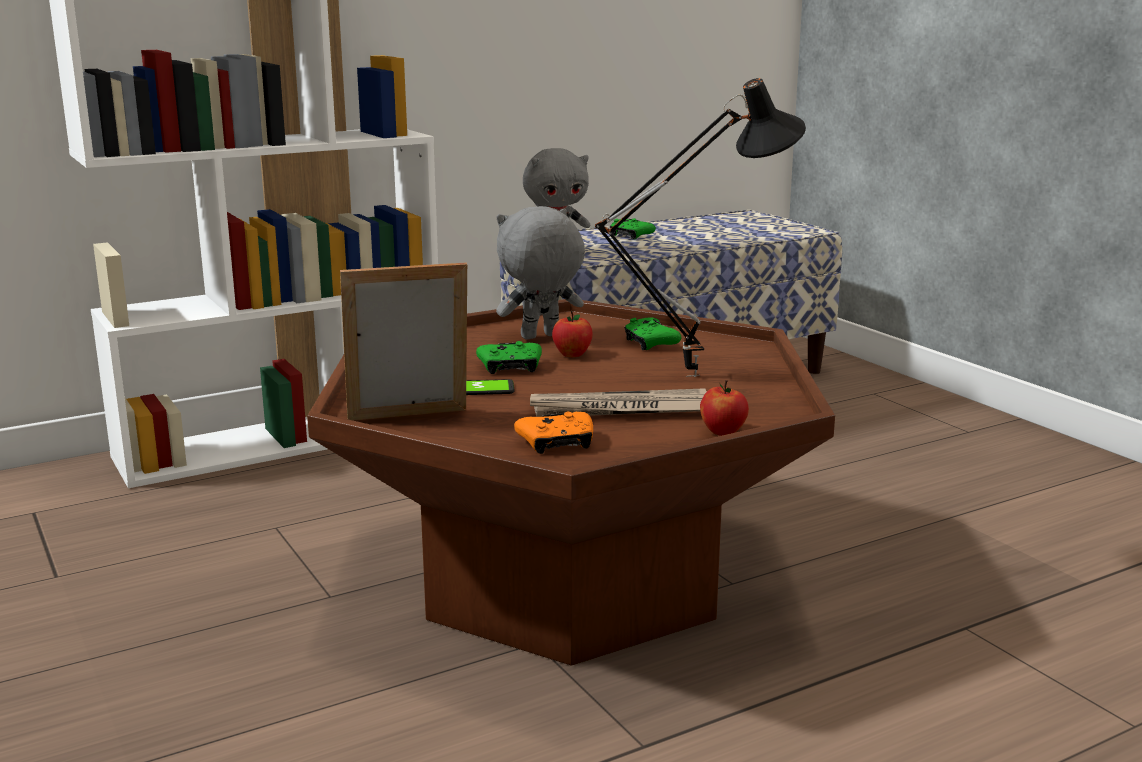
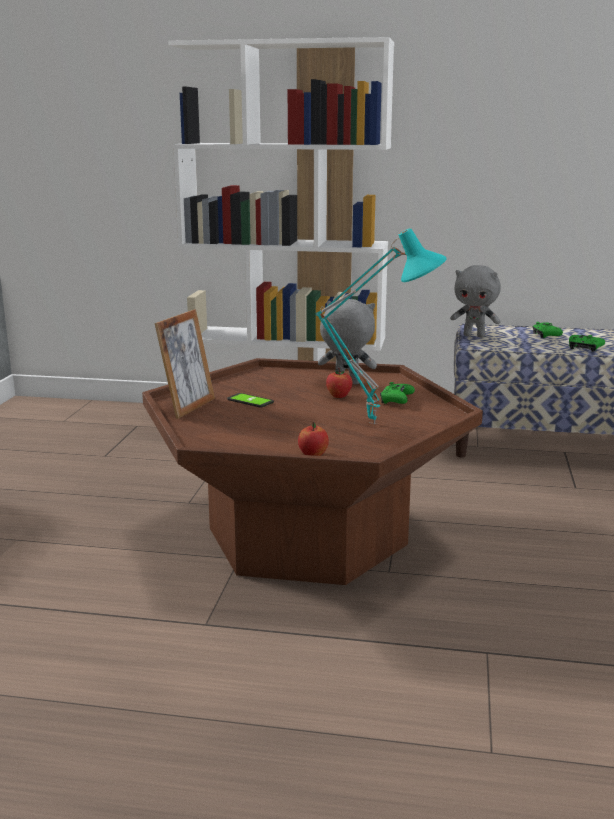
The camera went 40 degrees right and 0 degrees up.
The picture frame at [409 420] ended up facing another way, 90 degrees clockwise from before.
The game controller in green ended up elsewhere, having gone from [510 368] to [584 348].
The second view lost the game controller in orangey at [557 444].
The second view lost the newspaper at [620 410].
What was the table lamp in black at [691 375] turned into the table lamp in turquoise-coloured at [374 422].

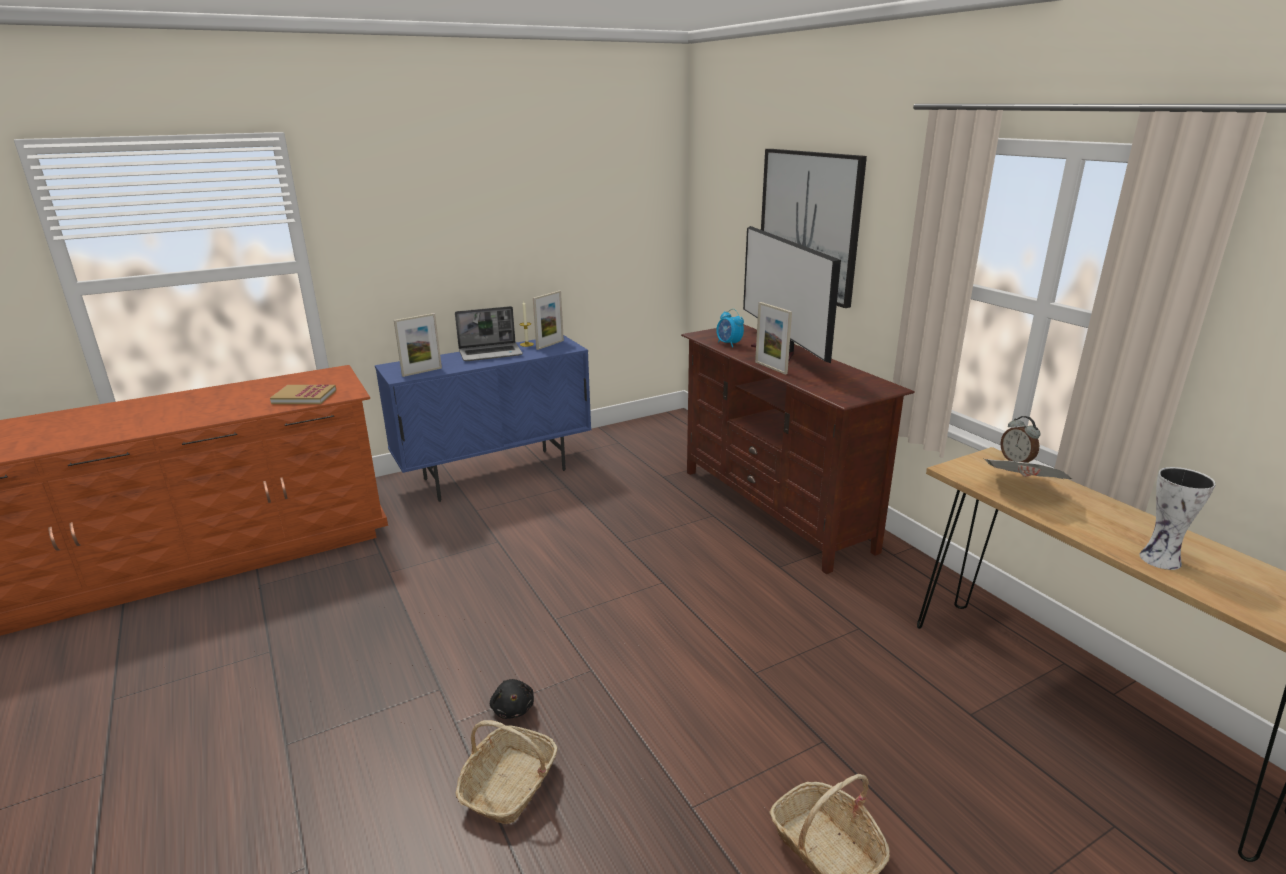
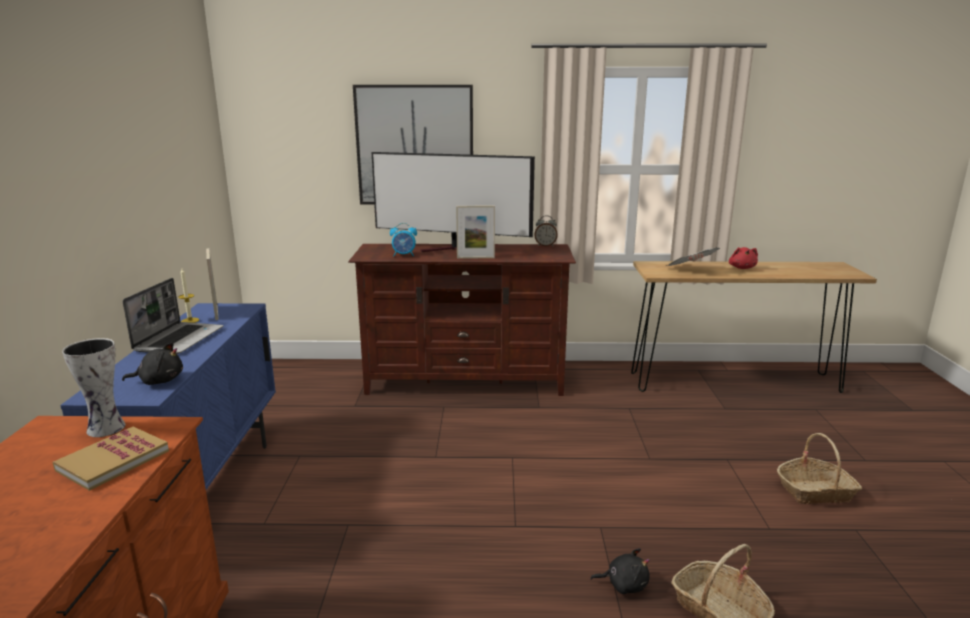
The camera went 60 degrees left and 5 degrees down.
Where the picture frame stood at [422 372], the plush toy in black came to stand at [159 381].
The table clock ended up elsewhere, having gone from [1016 461] to [545 245].
The flower vase ended up elsewhere, having gone from [1161 560] to [107 428].
The second view gained the plush toy in red-coloured at [742 268].

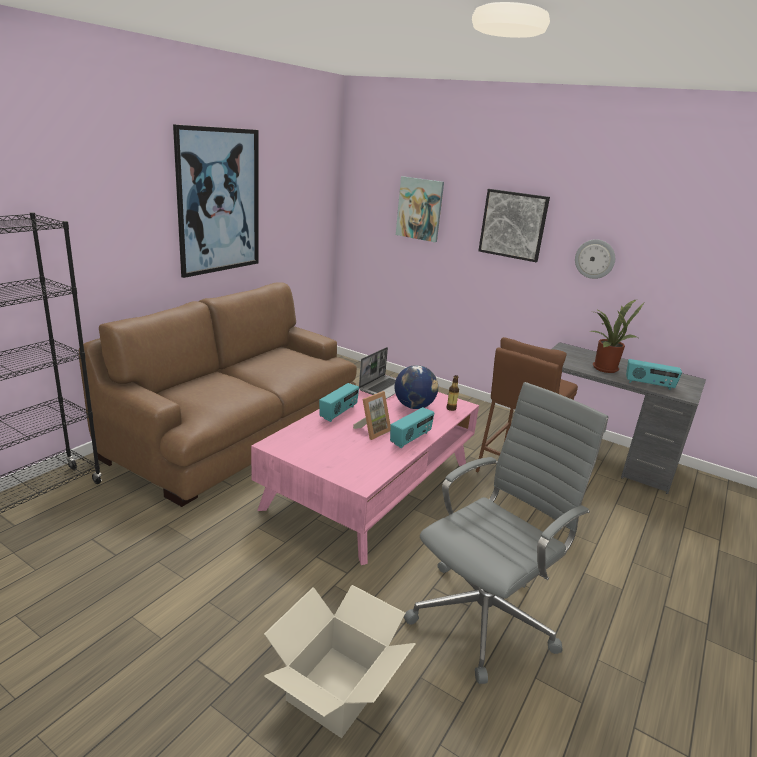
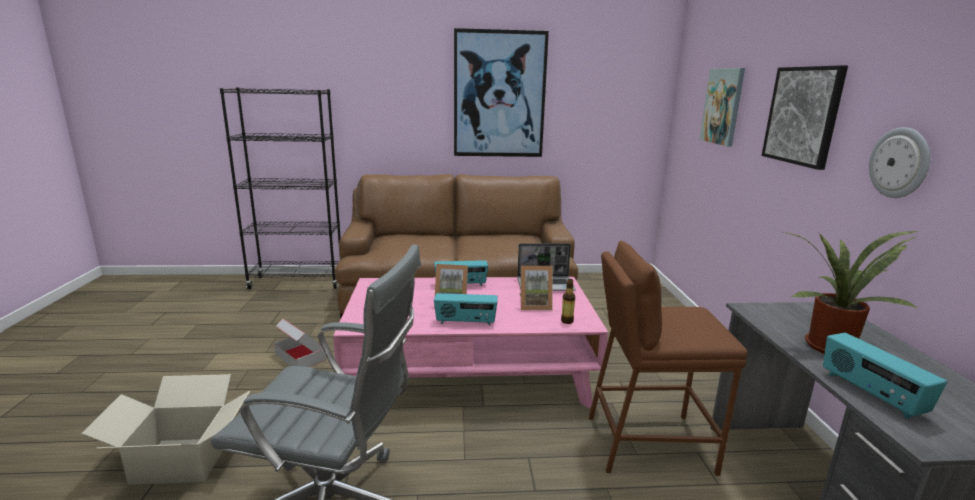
The camera went 55 degrees right and 5 degrees down.
Where the desk globe stood at [414 406], the picture frame came to stand at [534 305].
The second view gained the carton at [301 357].

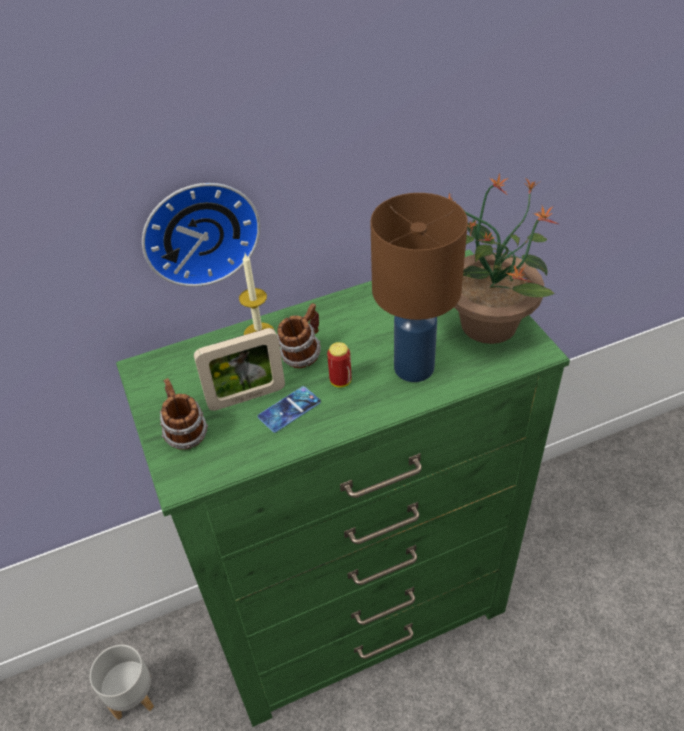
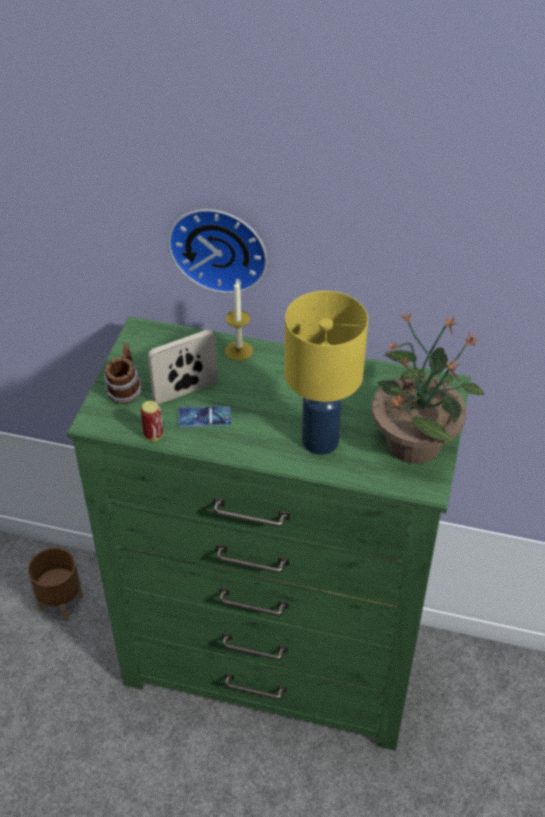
The camera went 35 degrees right and 0 degrees up.
What was the planter in grey at [132 696] turned into the planter in brownish at [60 602].
The picture frame at [246 397] ended up facing another way, 135 degrees clockwise from before.
The second view lost the coffee mug at [302 354].
The metal can ended up elsewhere, having gone from [340 381] to [153 435].
What was the table lamp in brownish at [412 367] turned into the table lamp in yellow-coloured at [319 440].

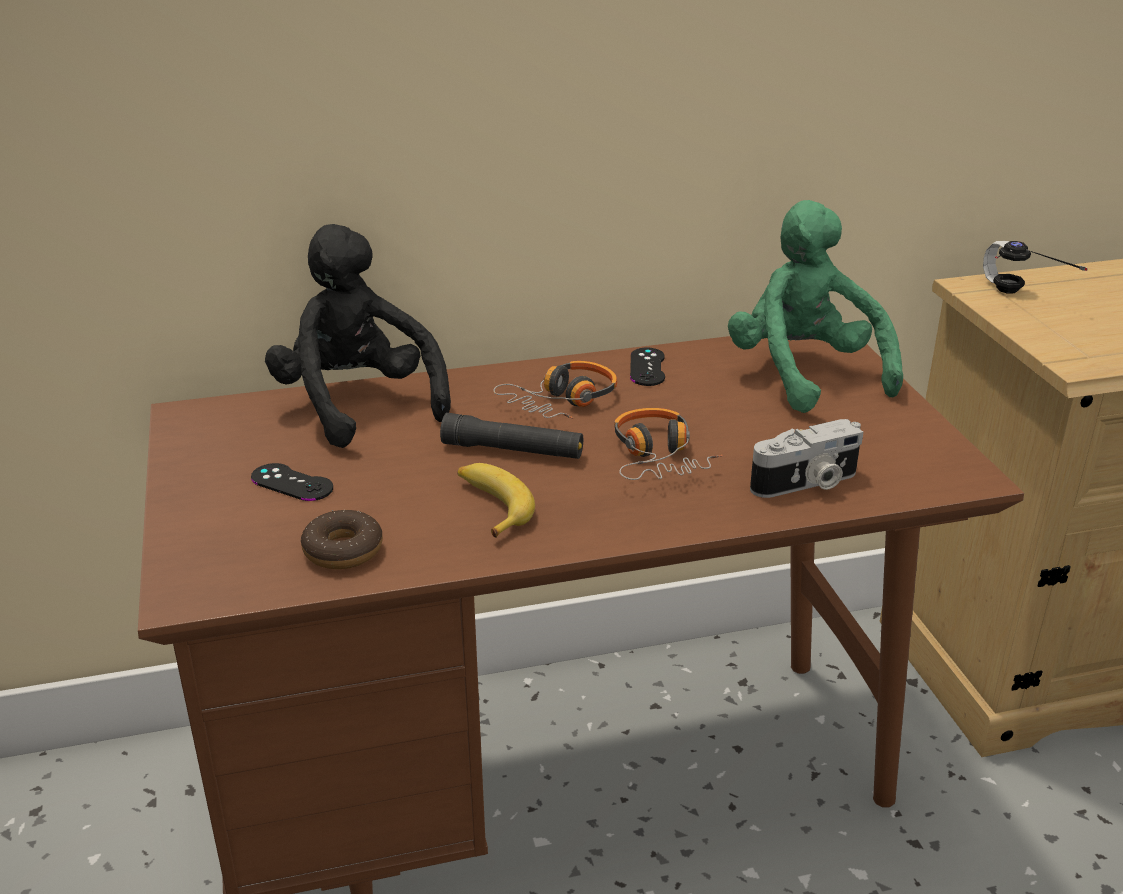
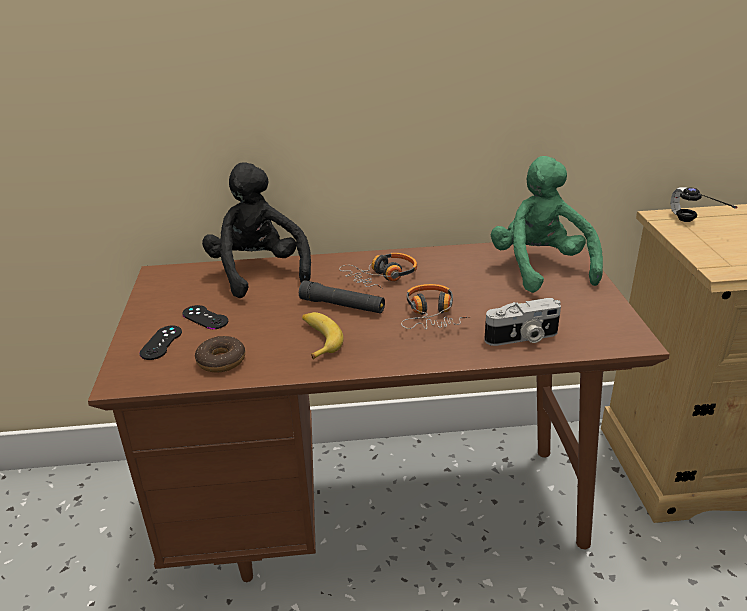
The camera went 10 degrees right and 0 degrees up.
The game controller in black ended up elsewhere, having gone from [647 367] to [161 343].

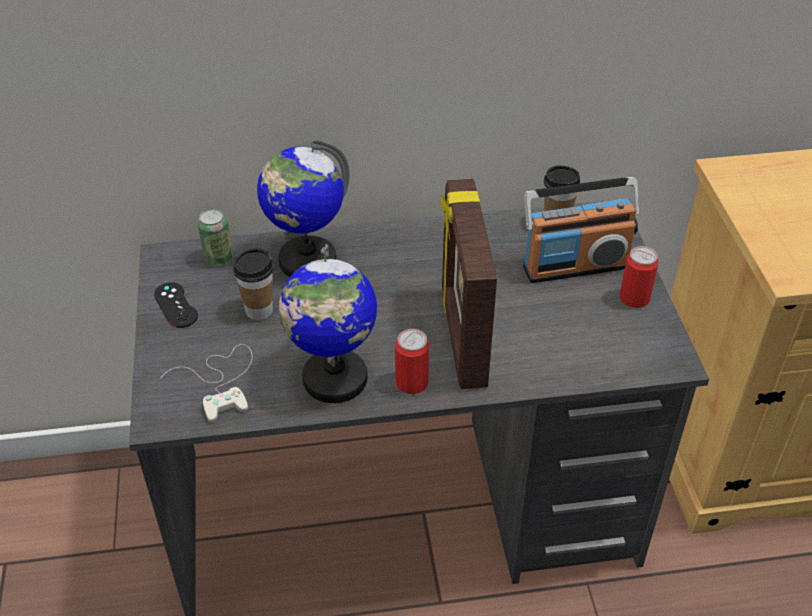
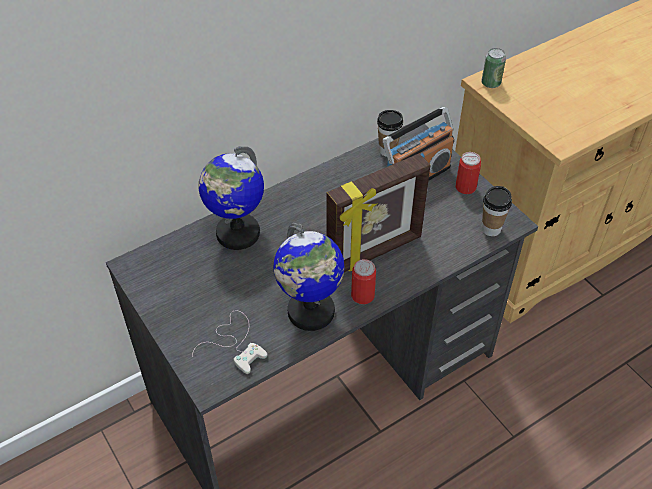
The camera went 25 degrees left and 5 degrees up.
The second view lost the game controller in black at [176 305].
The metal can ended up elsewhere, having gone from [218 258] to [490 83].
The small cup ended up elsewhere, having gone from [259 310] to [491 229].
The picture frame at [461 337] ended up facing another way, 90 degrees counterclockwise from before.

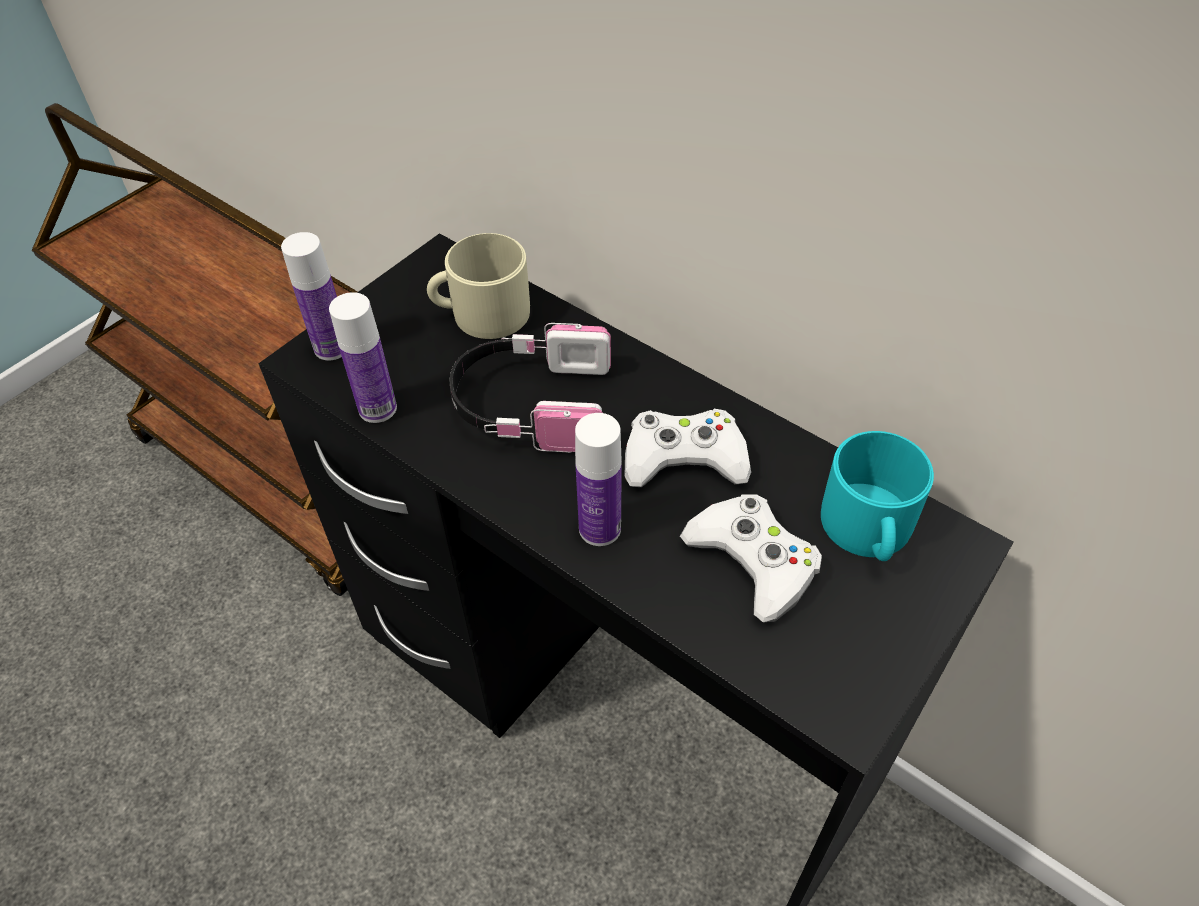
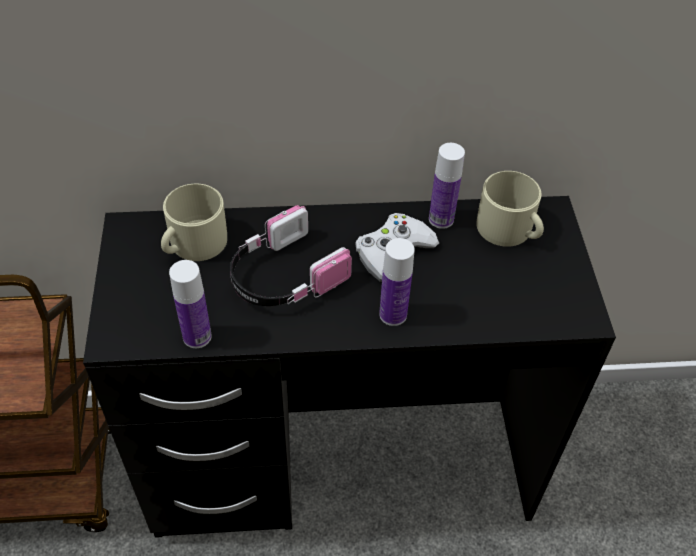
The camera went 45 degrees left and 0 degrees up.
The drink bottle ended up elsewhere, having gone from [332 347] to [441 219].
The second view lost the game controller in white at [753 561].
What was the coffee mug in turquoise-coloured at [868 530] turned into the coffee mug in sand-coloured at [509 230].

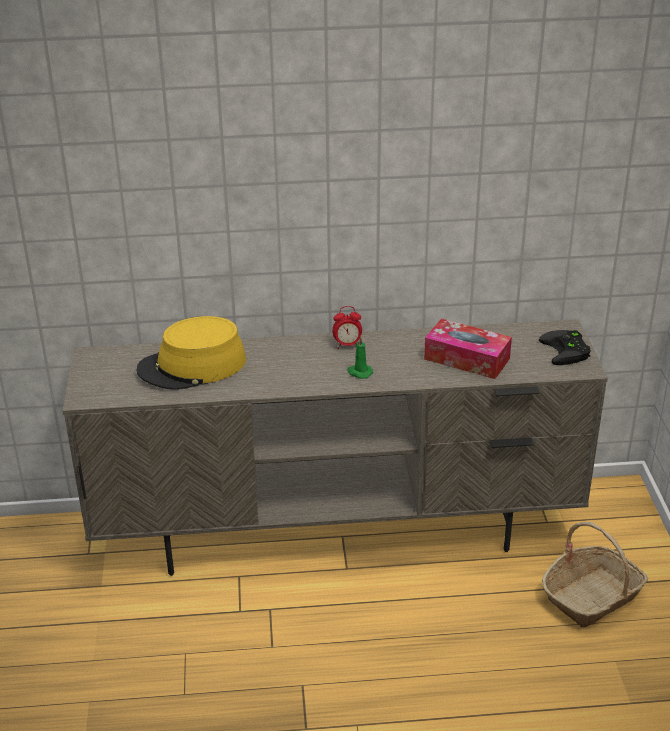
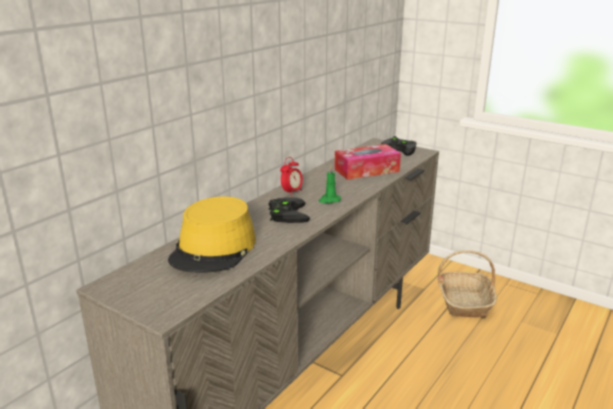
The camera went 50 degrees left and 10 degrees down.
The second view gained the game controller in black at [286 213].

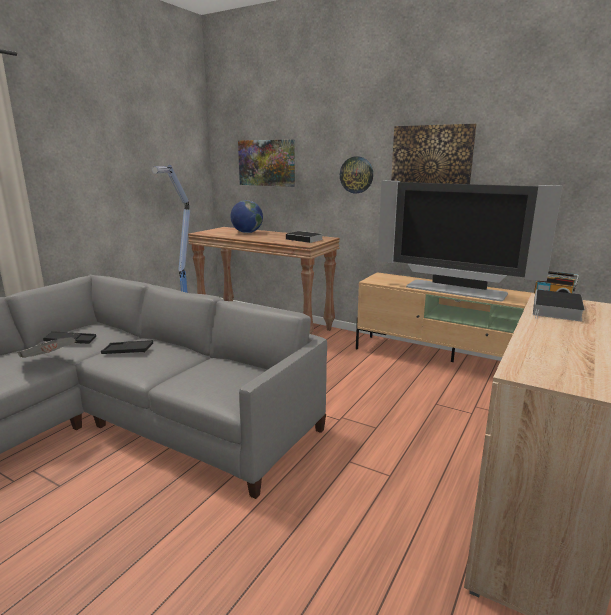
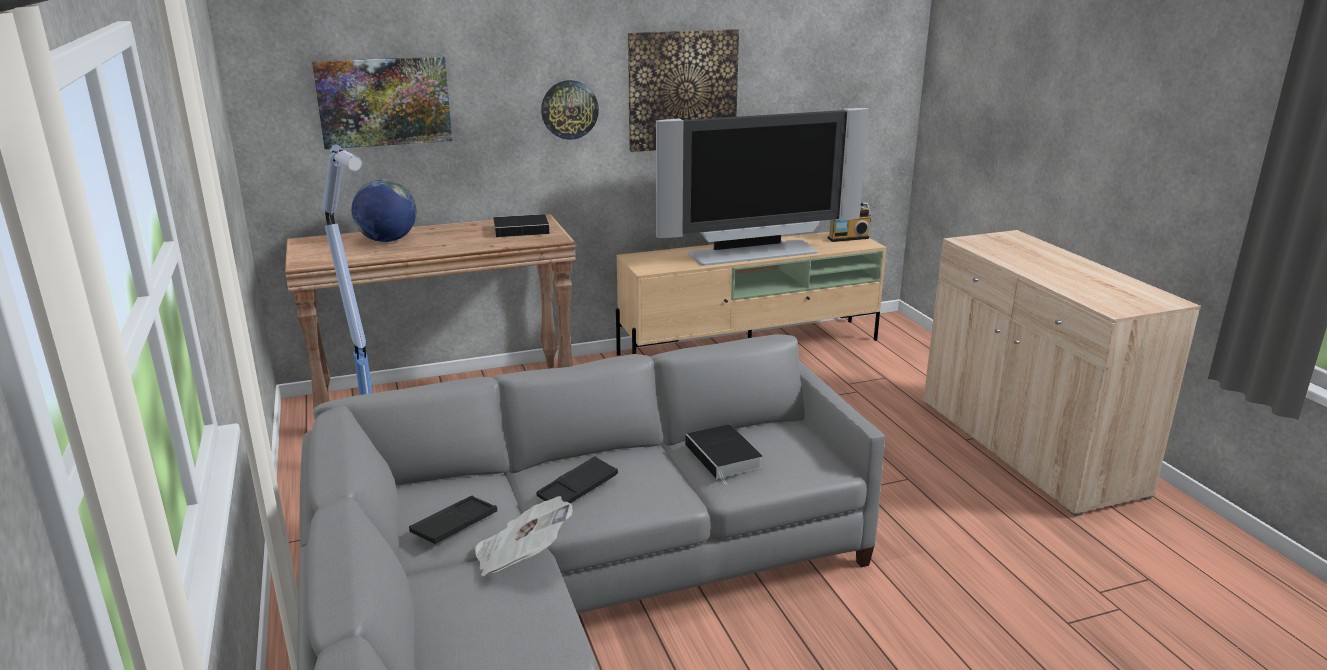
The camera went 50 degrees left and 5 degrees up.
The bound book ended up elsewhere, having gone from [557 310] to [724 457].

